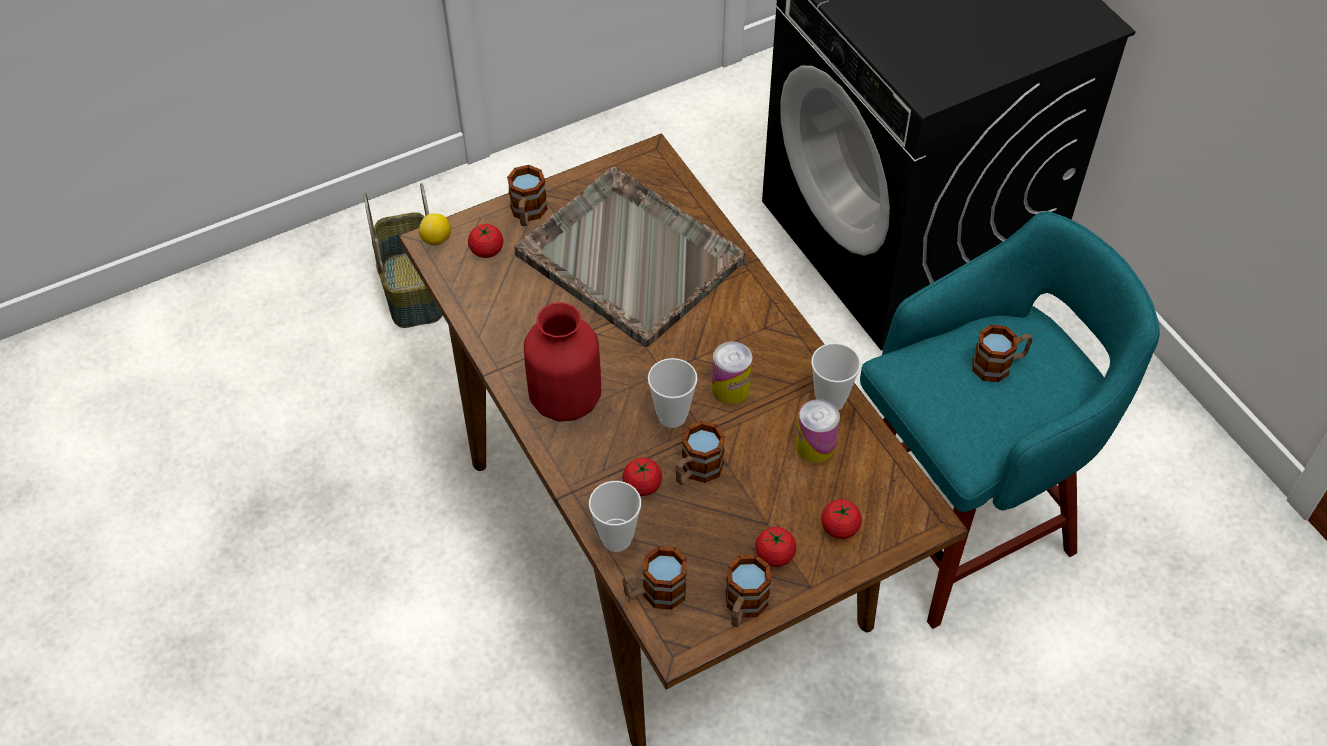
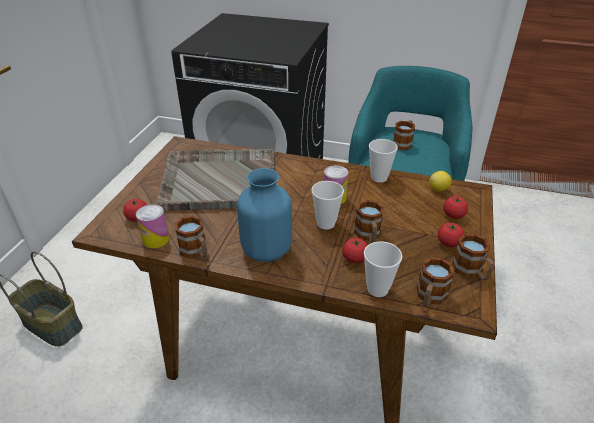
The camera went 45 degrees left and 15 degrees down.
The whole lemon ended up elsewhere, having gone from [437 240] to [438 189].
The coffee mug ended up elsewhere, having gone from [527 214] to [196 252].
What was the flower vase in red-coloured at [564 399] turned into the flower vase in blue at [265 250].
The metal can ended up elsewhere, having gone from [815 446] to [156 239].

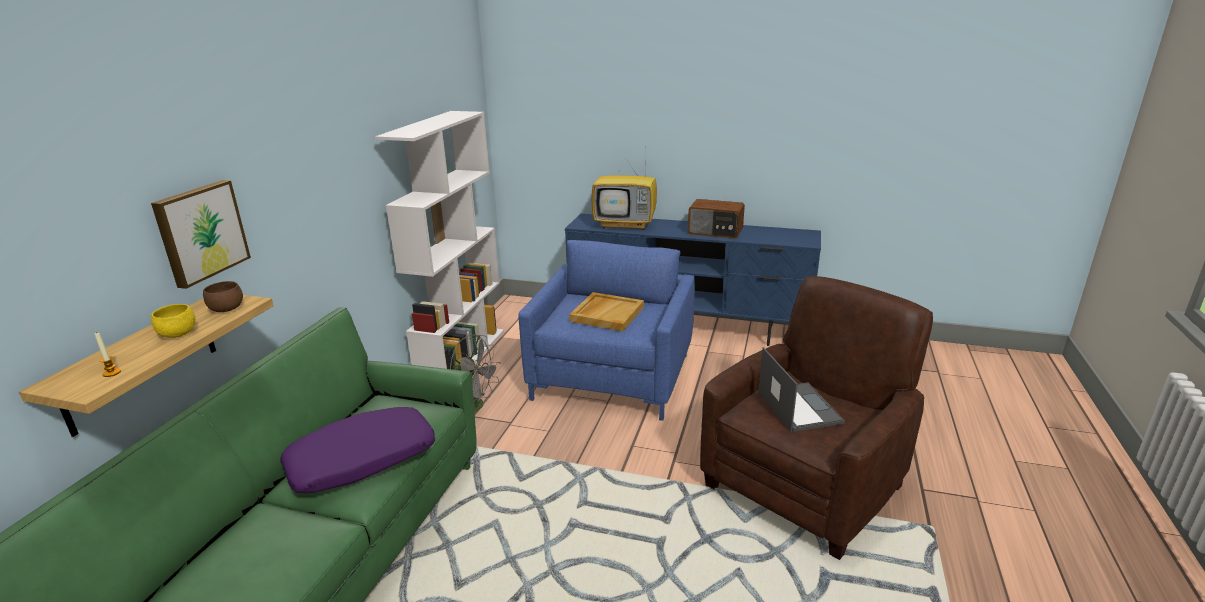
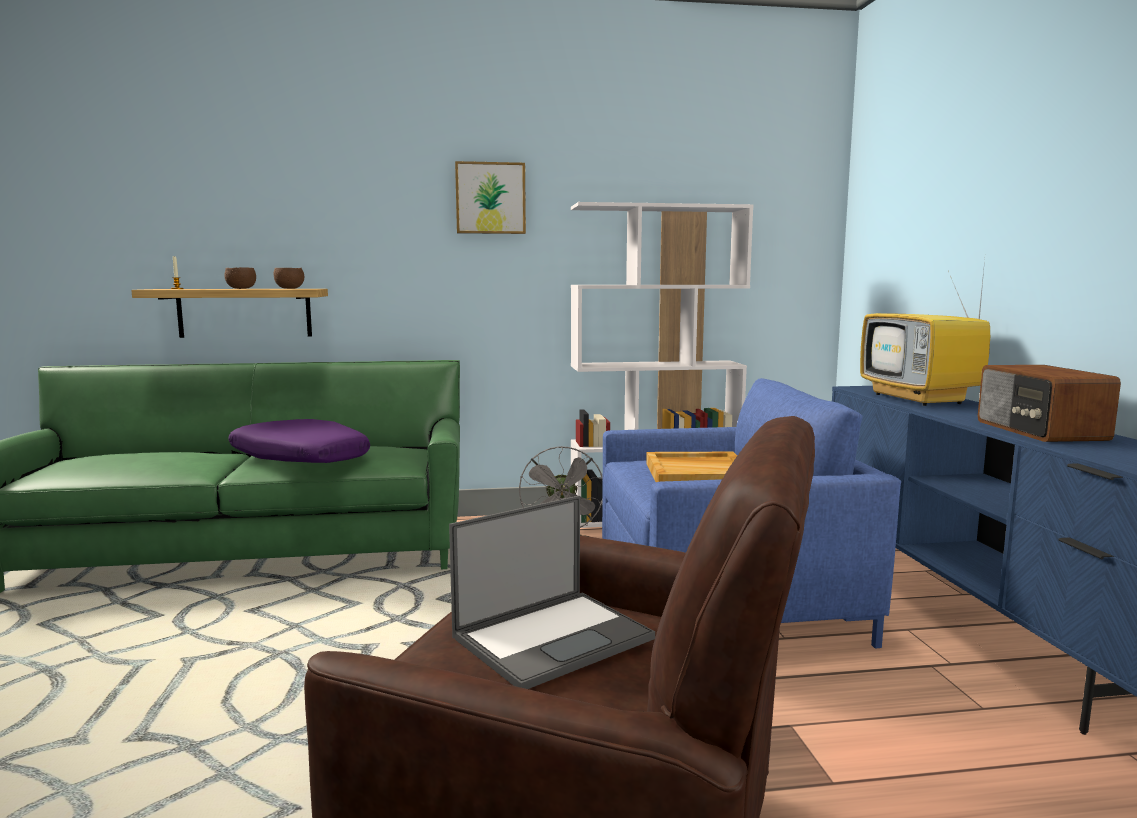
The camera went 65 degrees right and 15 degrees down.
The picture ended up elsewhere, having gone from [200 232] to [490 198].
What was the bowl in yellow-coloured at [178 334] turned into the bowl in brownish at [241 288].

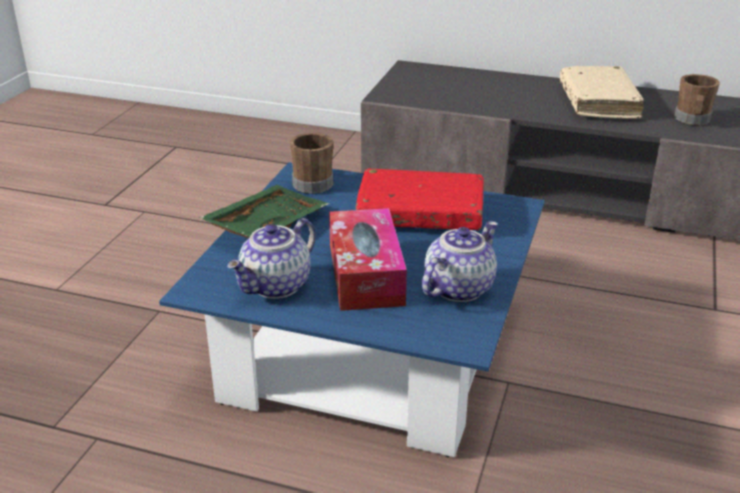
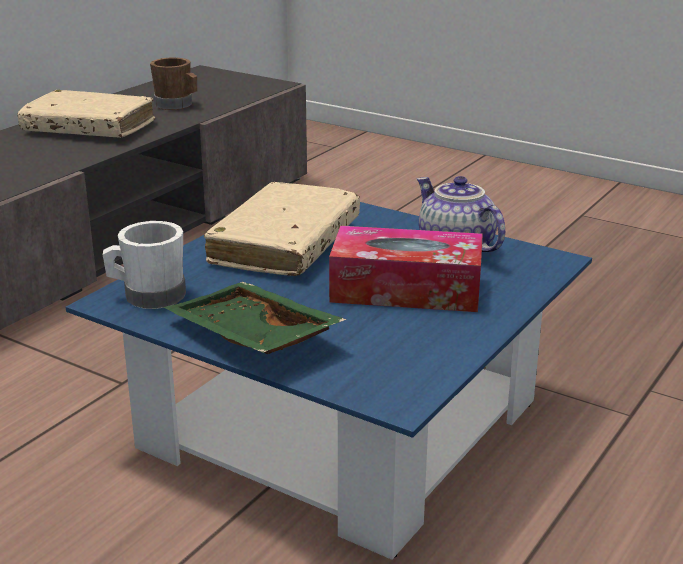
The camera went 75 degrees left and 5 degrees down.
The second view lost the teapot at [276 287].
What was the coffee mug in brownish at [311 182] turned into the coffee mug in white at [148 296].
What was the bound book in red-coloured at [420 213] turned into the bound book in sand-coloured at [285 244].

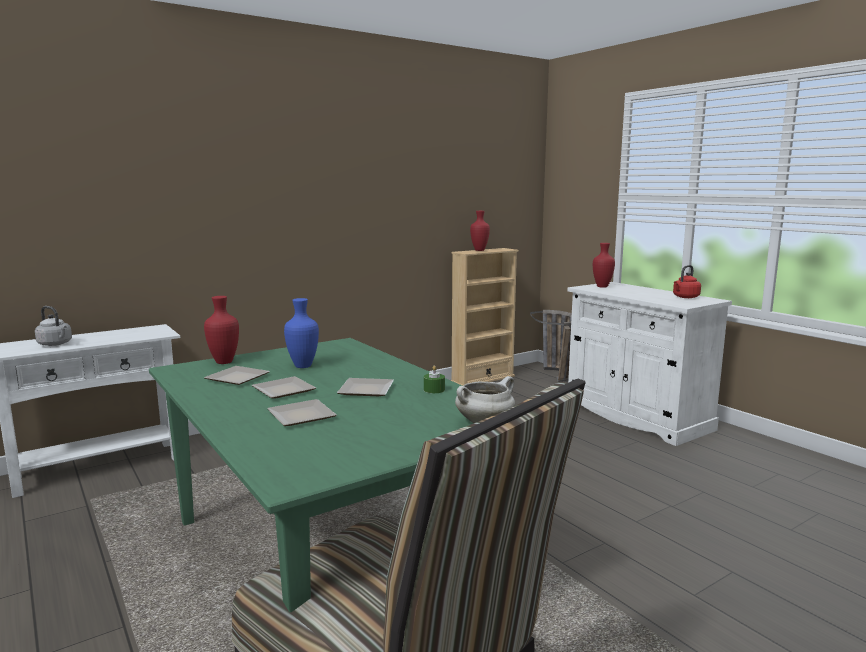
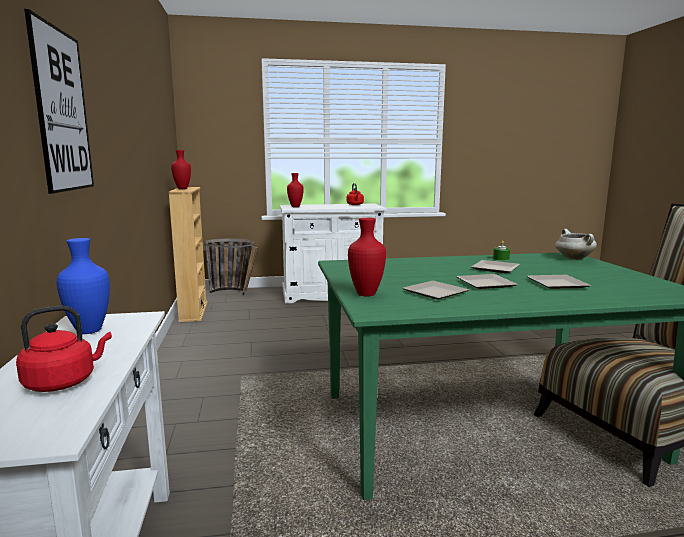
The camera went 65 degrees left and 0 degrees up.
What was the kettle in grey at [56 344] turned into the kettle in red-coloured at [64 382].
The flower vase in blue ended up elsewhere, having gone from [302 366] to [87 331].
The second view gained the picture at [62 111].

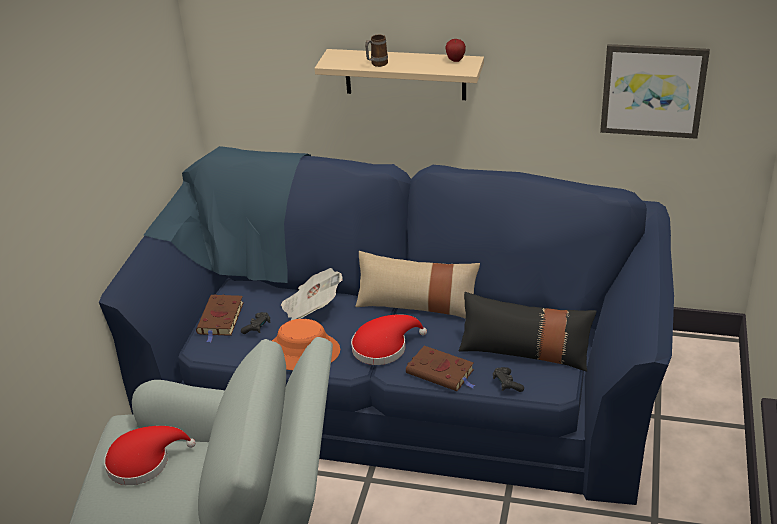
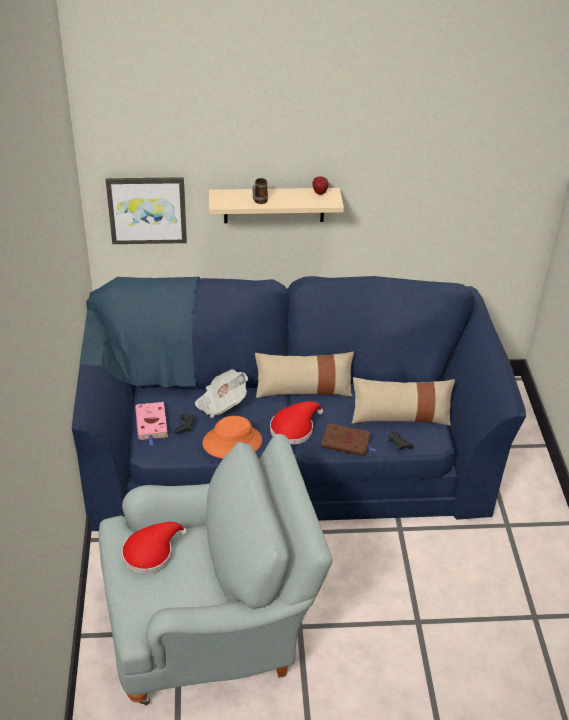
The camera went 20 degrees left and 5 degrees up.
What was the bound book in brownish at [220 319] turned into the bound book in pink at [152 424].
What was the cushion in black at [525 352] turned into the cushion in sand-coloured at [400 416].
The picture ended up elsewhere, having gone from [653 90] to [147 210].

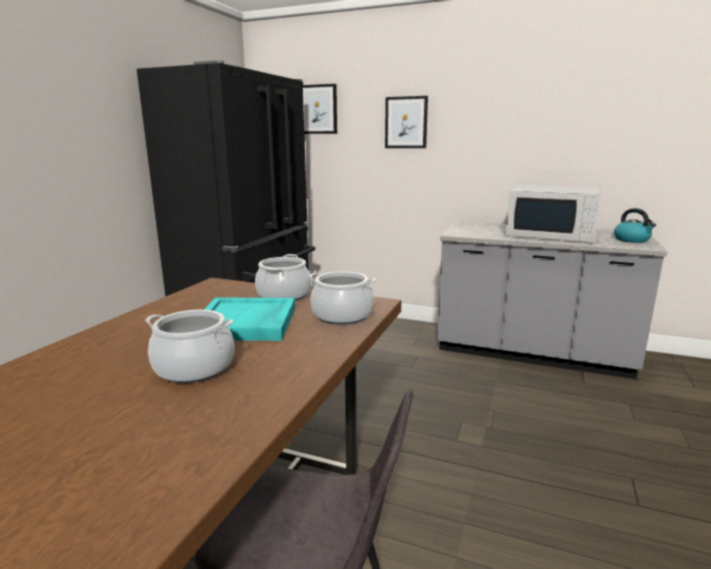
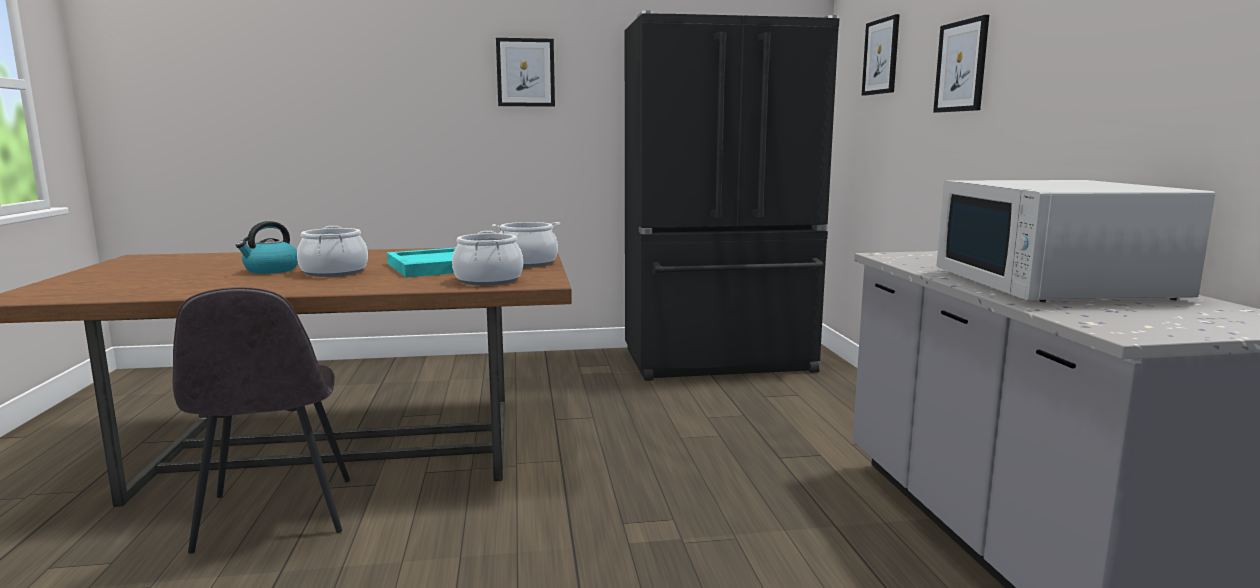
The camera went 60 degrees right and 5 degrees down.
The kettle ended up elsewhere, having gone from [632 240] to [271 270].
The second view gained the picture at [525 72].

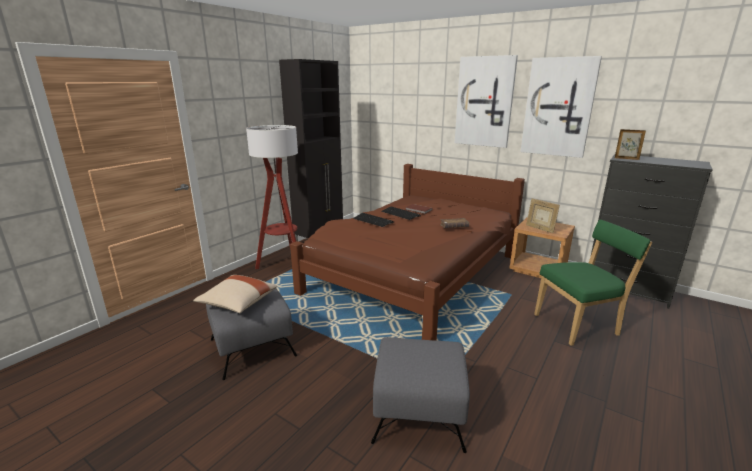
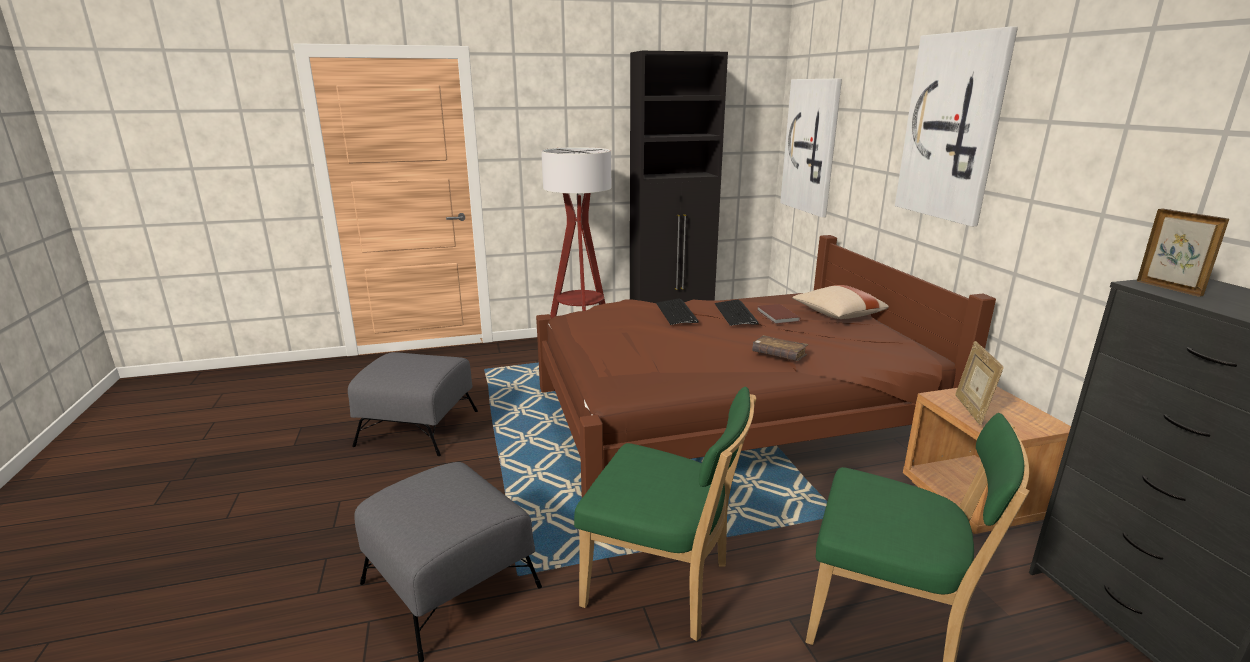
The camera went 40 degrees right and 0 degrees up.
The cushion in sand-coloured ended up elsewhere, having gone from [237 303] to [837 315].
The picture ended up elsewhere, having gone from [558 107] to [811 146].
The second view gained the upright chair in green at [663 587].

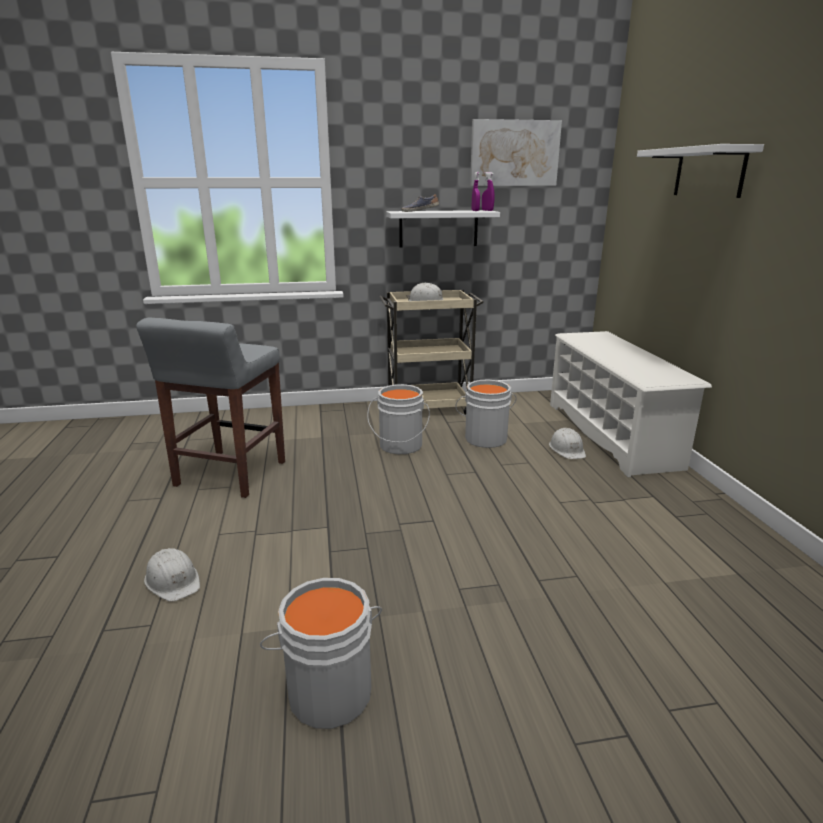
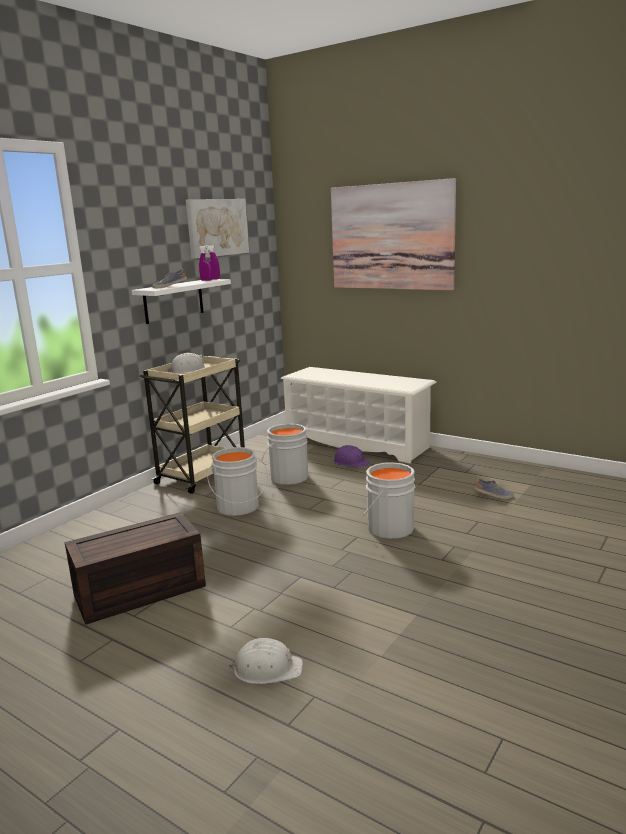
The camera went 45 degrees left and 5 degrees down.
Where the sitting stool in grey stood at [229 475], the storage bin in brownish came to stand at [138 592].
The pail in grey ended up elsewhere, having gone from [329 690] to [388 528].
What was the hard hat in white at [567 449] turned into the hard hat in purple at [351 462].
Where the shelf in white hung at [709 172], the picture came to hang at [391 237].
The second view gained the shoe at [493 496].

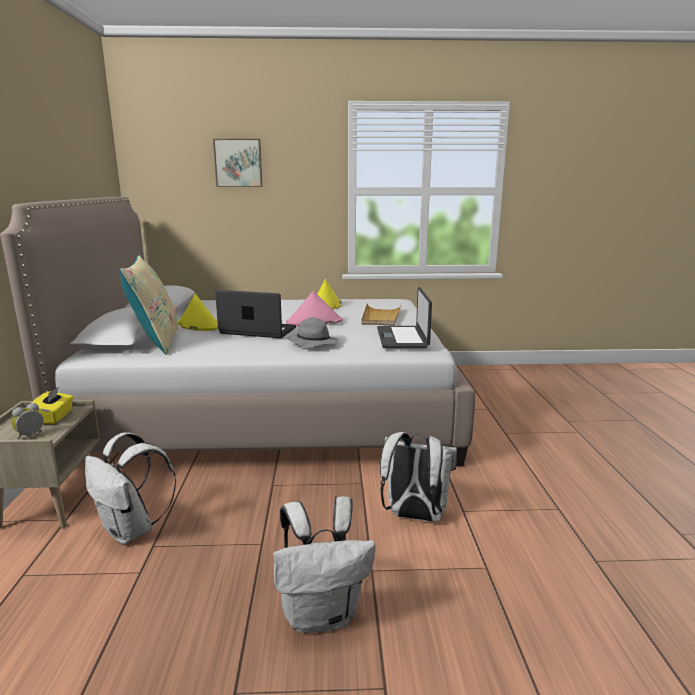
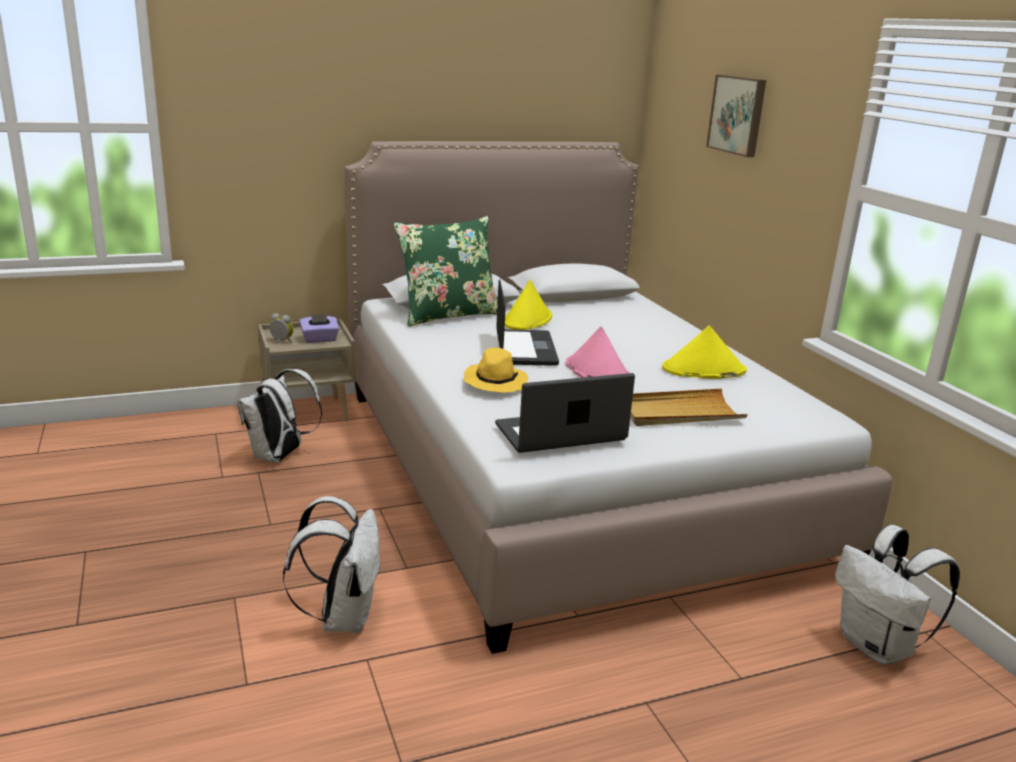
The camera went 70 degrees right and 5 degrees up.
What was the tissue holder in yellow-coloured at [55 417] turned into the tissue holder in purple at [319 339].
What was the cushion in sand-coloured at [156 342] turned into the cushion in green at [448 315].
The rucksack in white ended up elsewhere, having gone from [322 614] to [878 647].
What was the clothing hat in grey at [312 343] turned into the clothing hat in yellow-coloured at [494 382].

